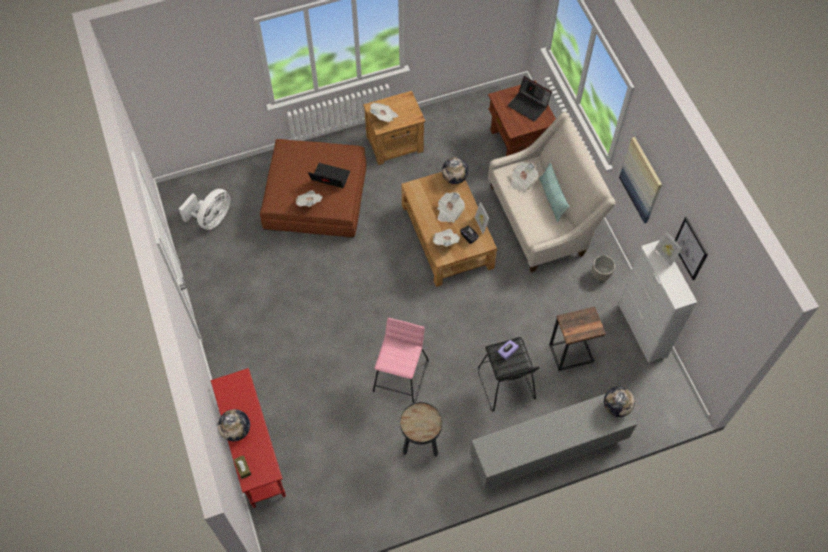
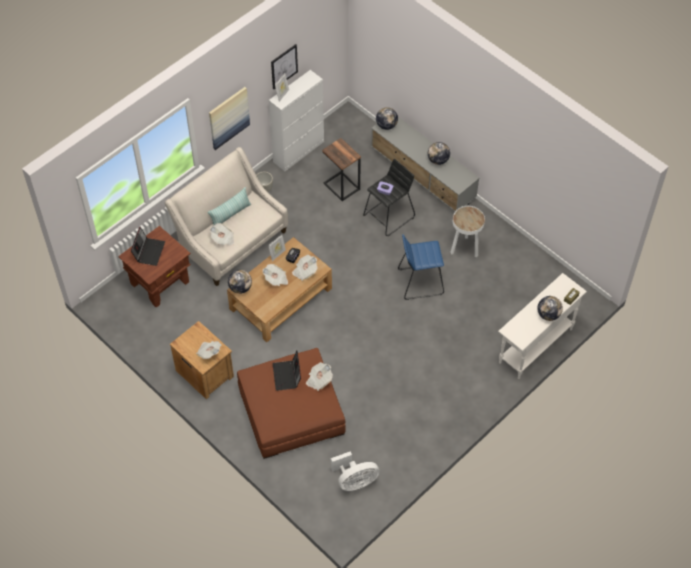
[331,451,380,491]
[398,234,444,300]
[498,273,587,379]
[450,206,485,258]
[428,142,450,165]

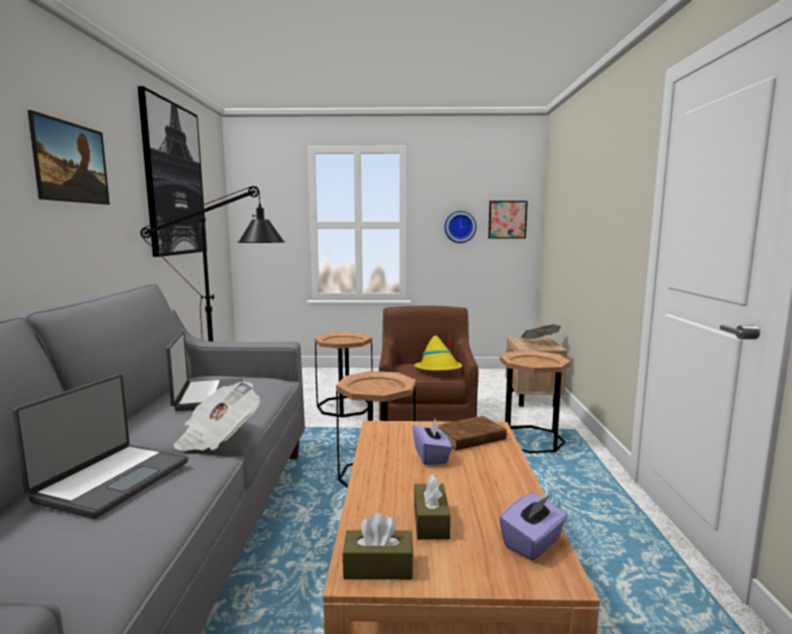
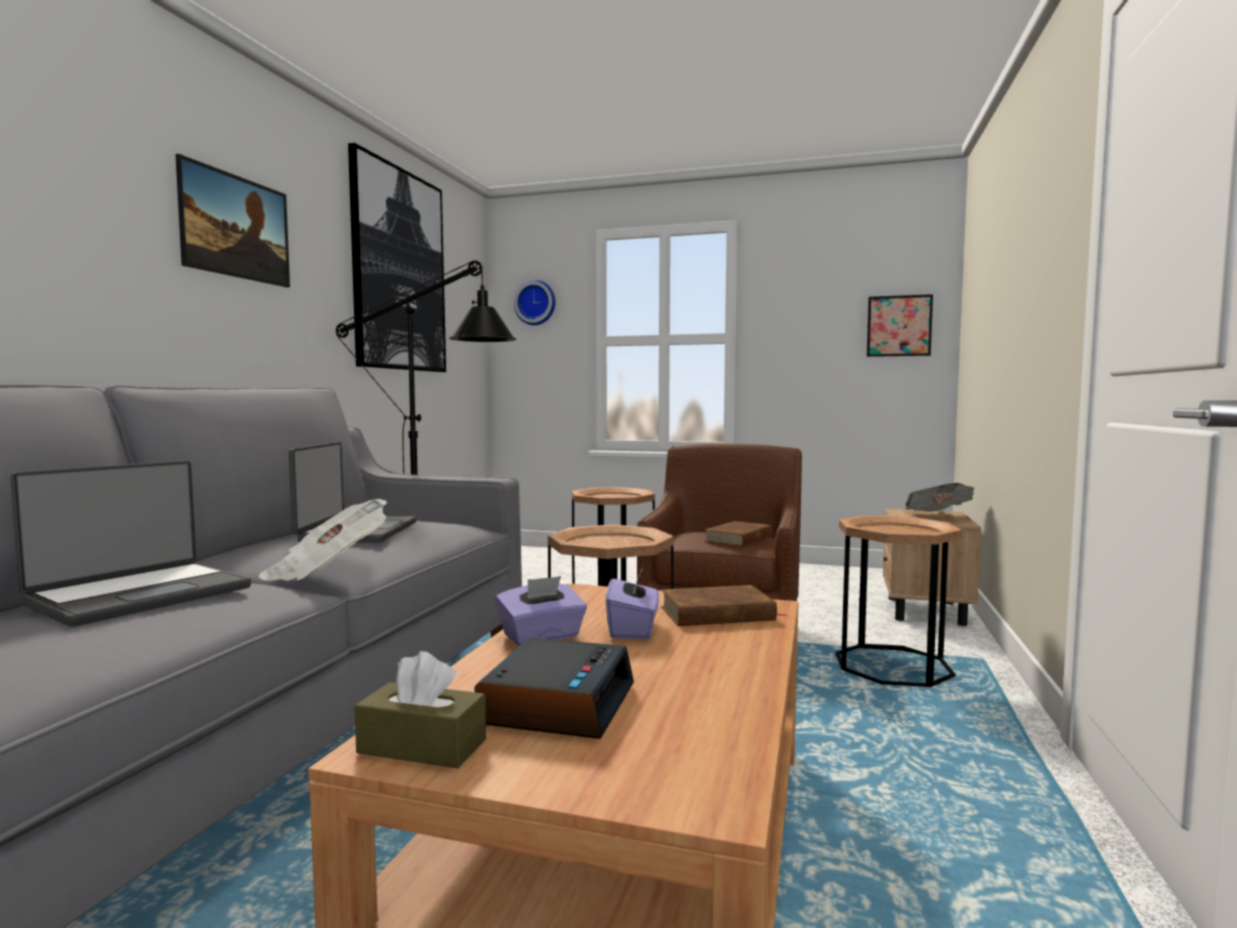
[514,280,555,325]
[704,521,772,547]
[474,638,634,739]
[496,576,587,646]

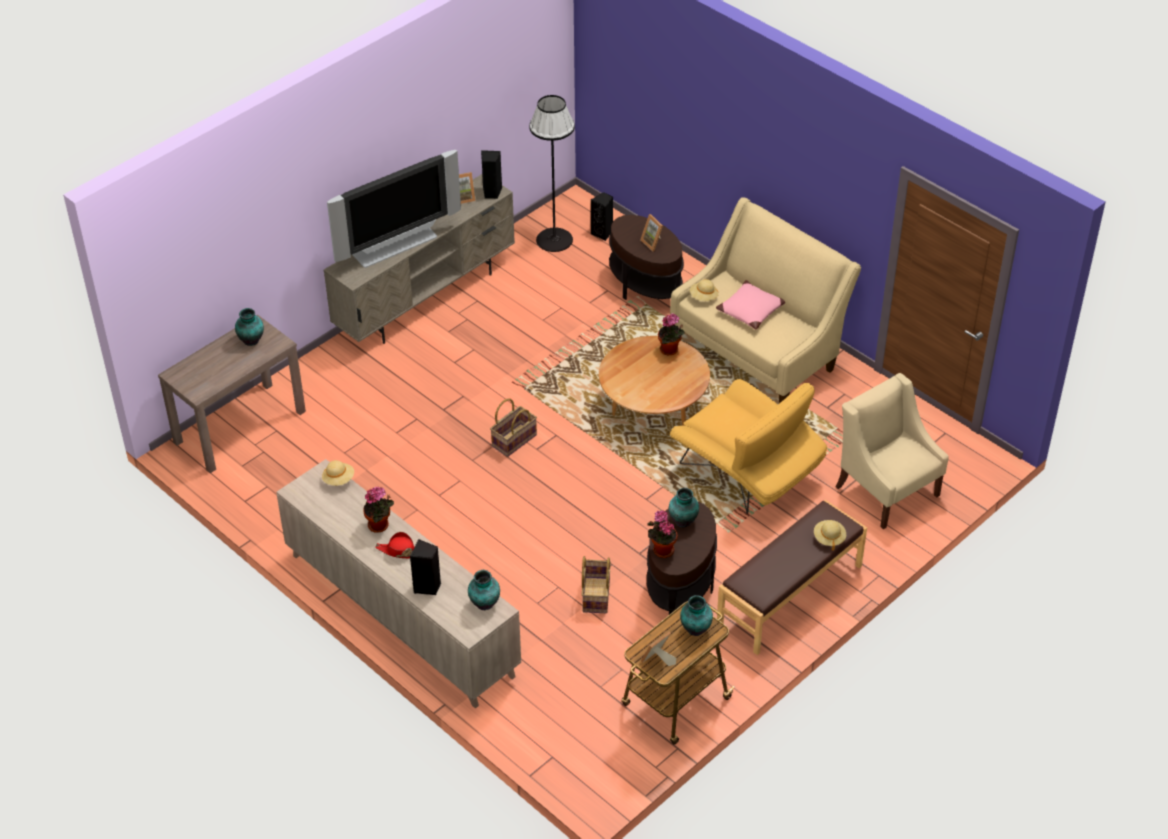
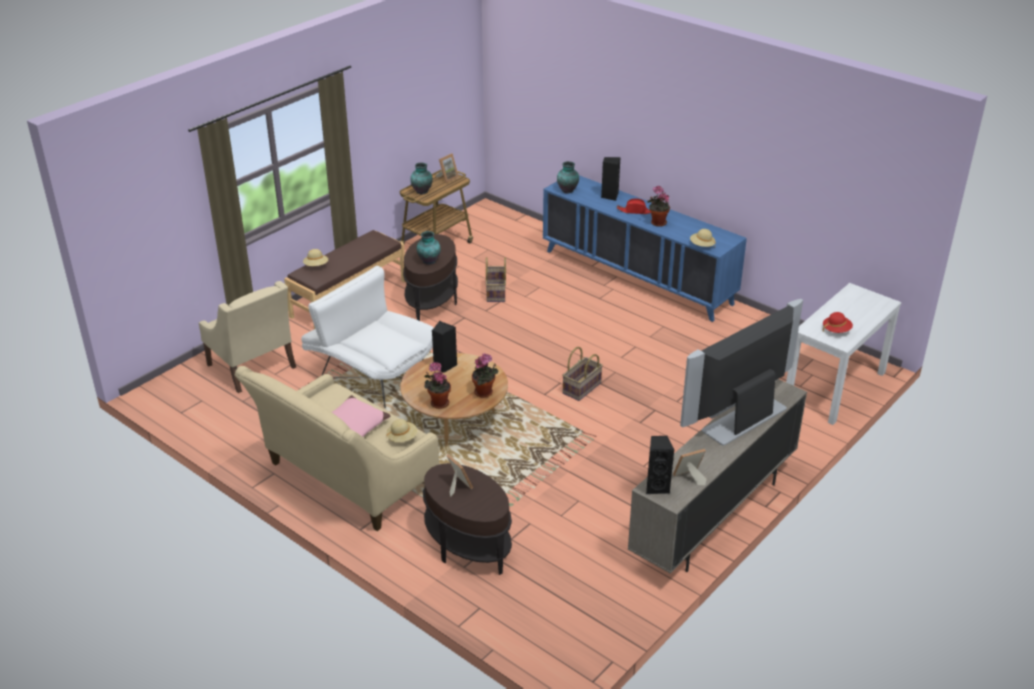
[529,95,575,252] (first image)
[432,321,457,373]
[823,312,853,333]
[786,283,902,425]
[301,266,434,408]
[543,175,747,322]
[472,353,498,398]

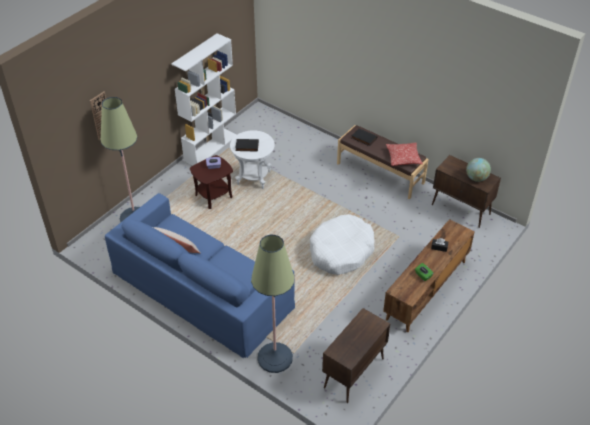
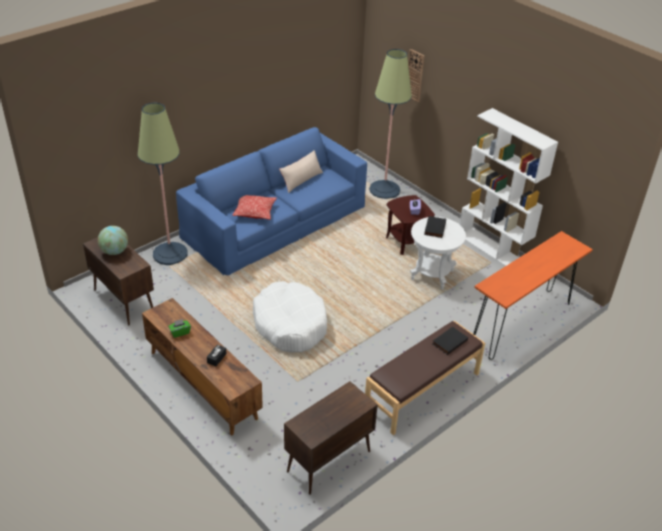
[232,195,277,220]
[98,226,128,255]
[474,231,593,360]

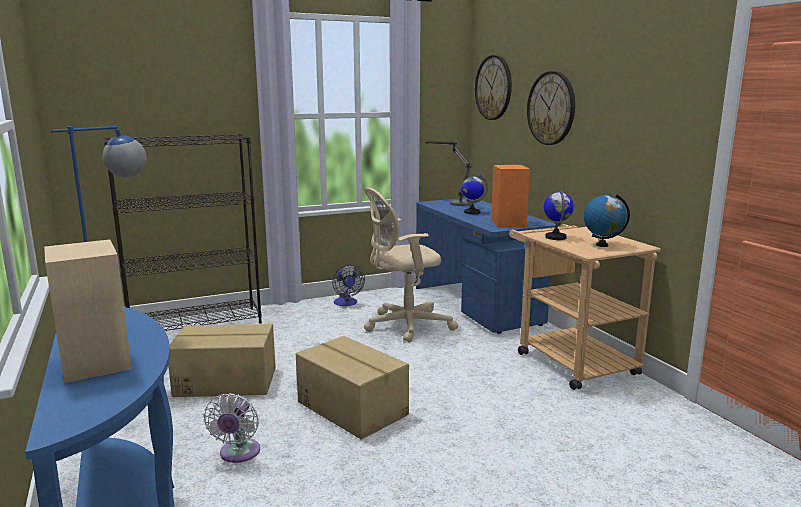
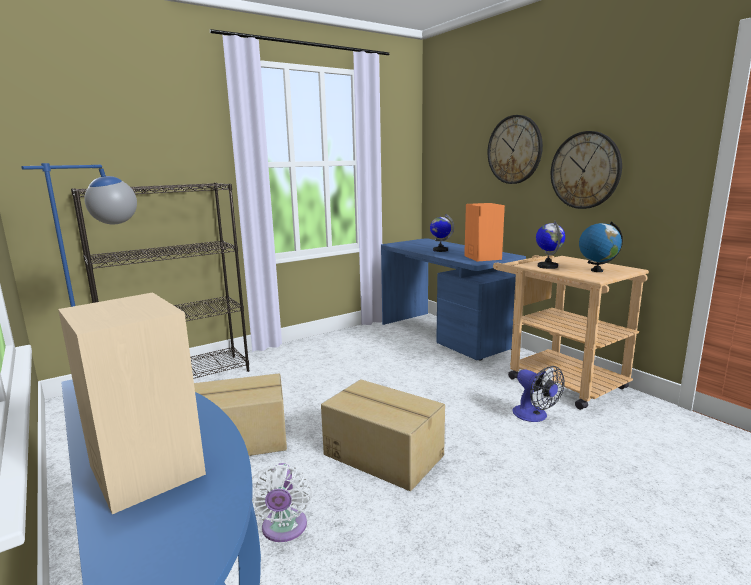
[551,131,622,209]
[425,141,472,206] (first image)
[364,188,458,342] (first image)
[512,366,565,422]

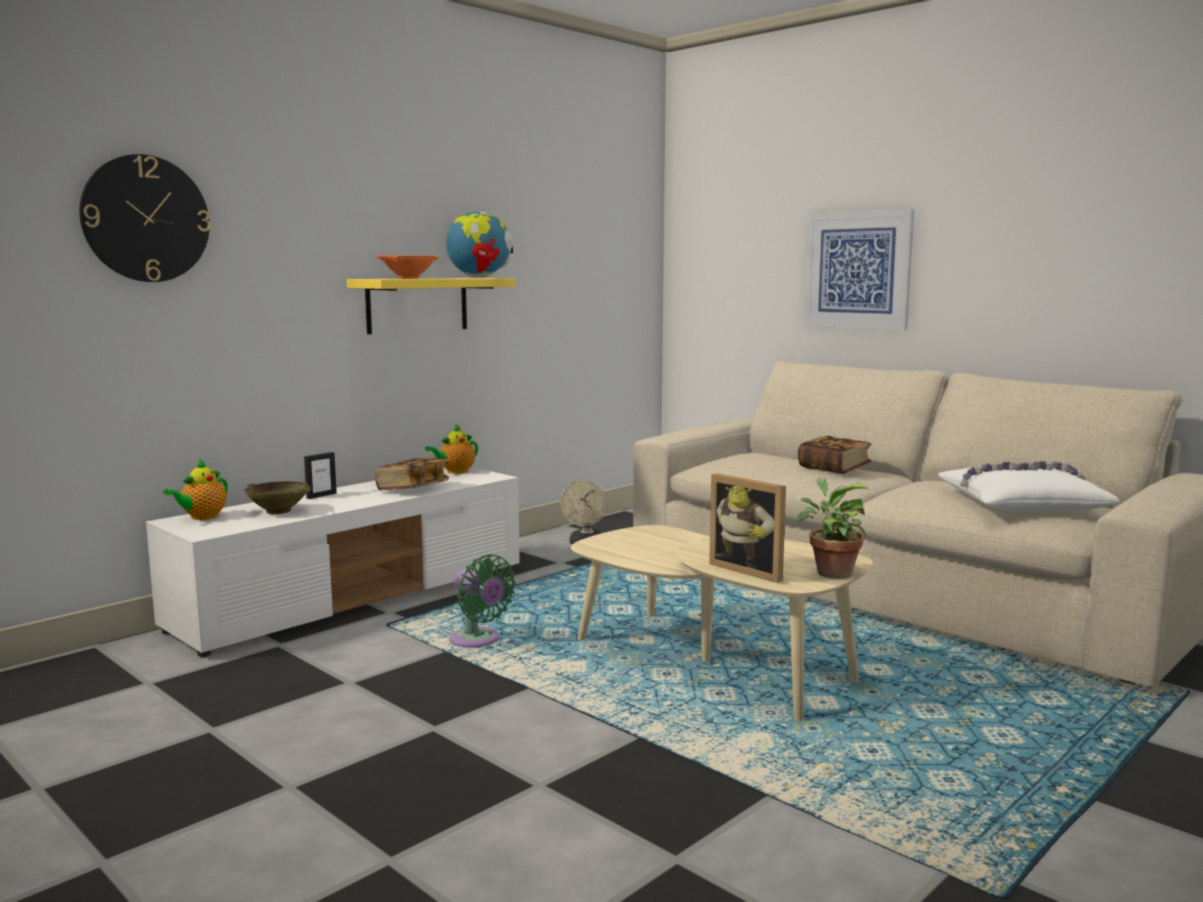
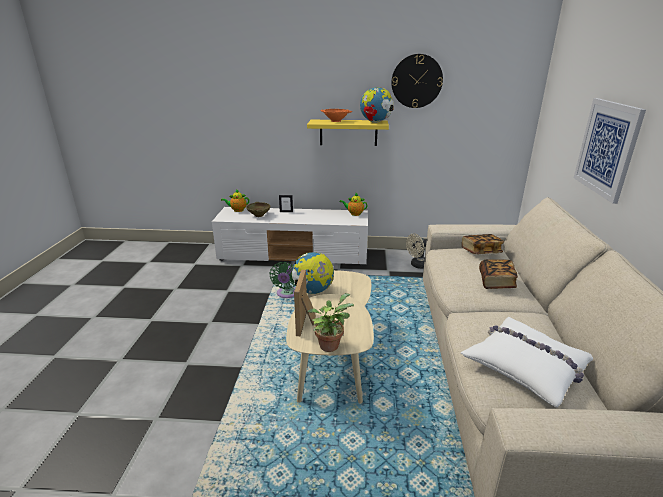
[391,54,443,108]
[462,234,504,254]
[292,252,334,294]

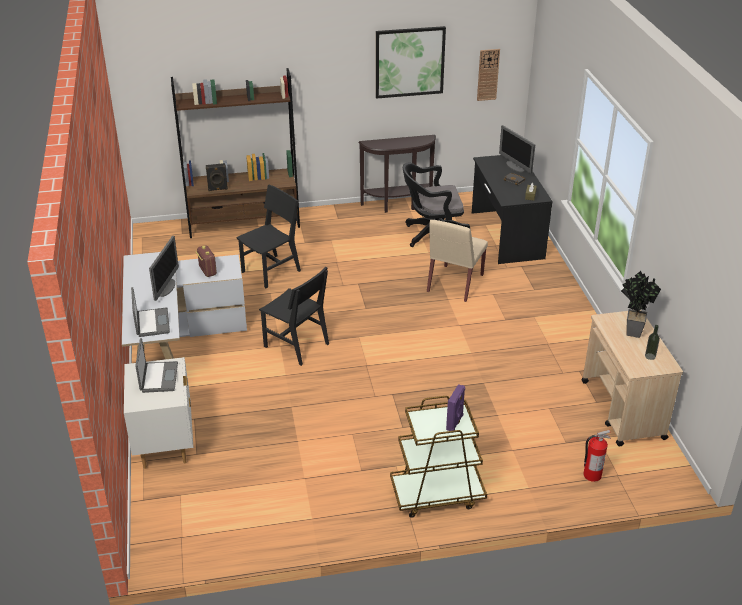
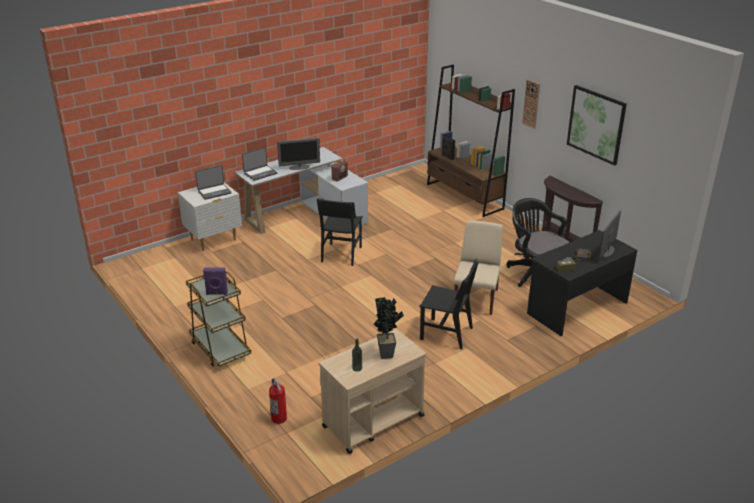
[522,79,540,129]
[419,259,479,349]
[454,220,503,315]

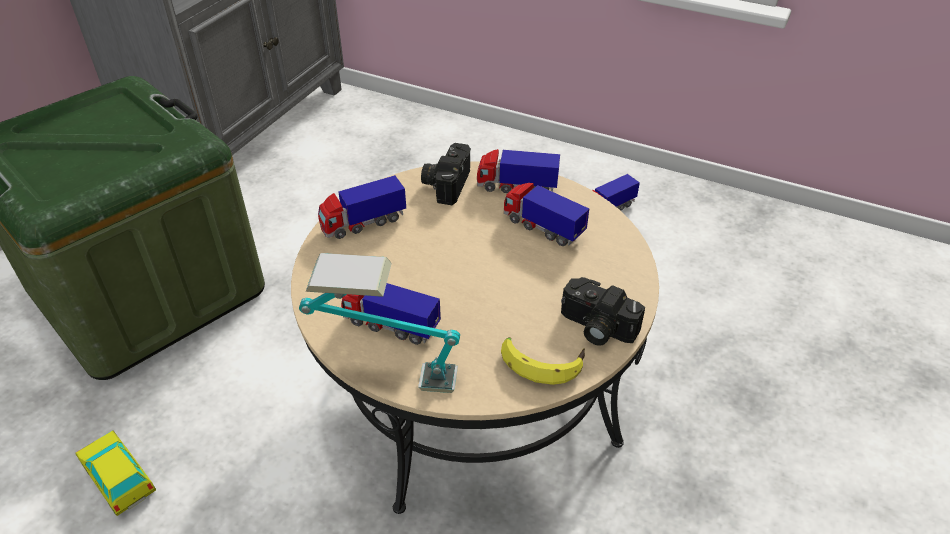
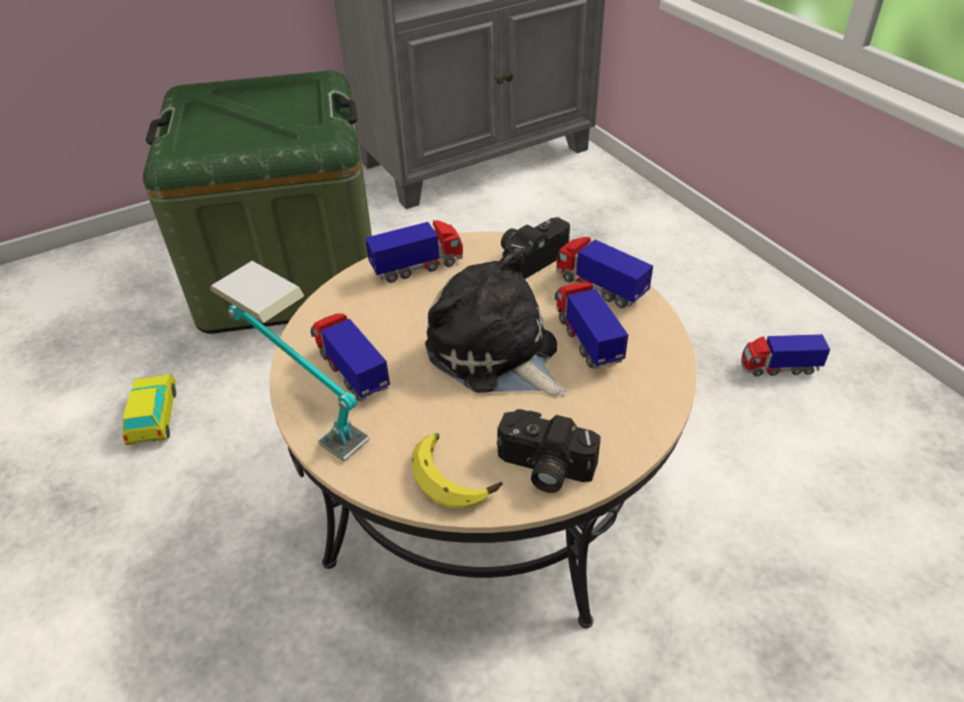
[365,220,463,283]
[497,409,601,493]
[425,247,567,397]

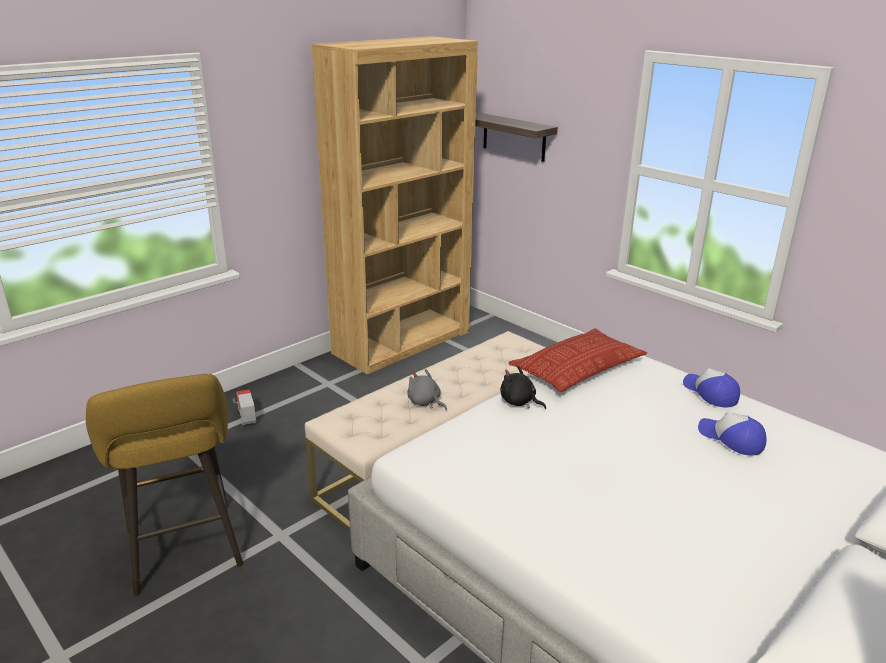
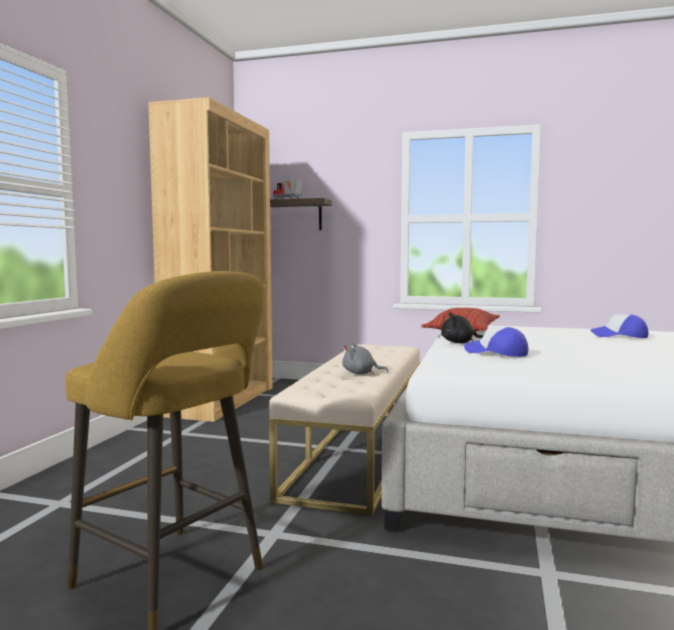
[464,327,529,357]
[273,180,302,199]

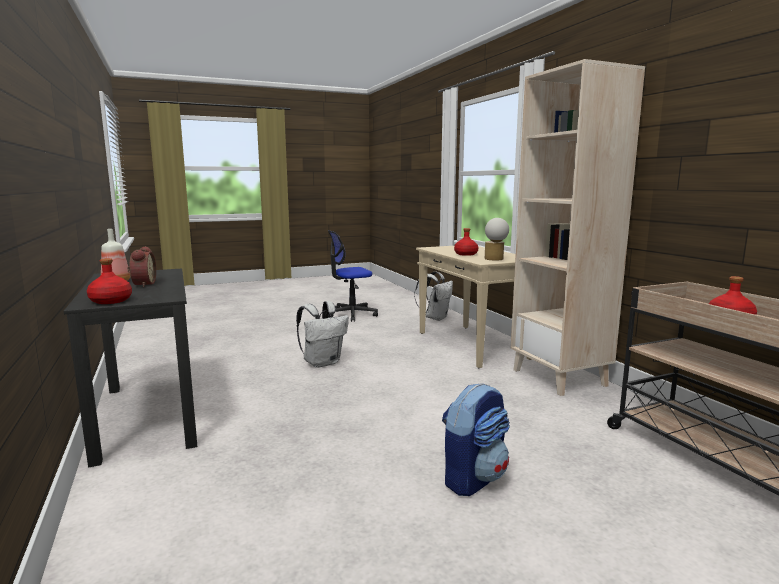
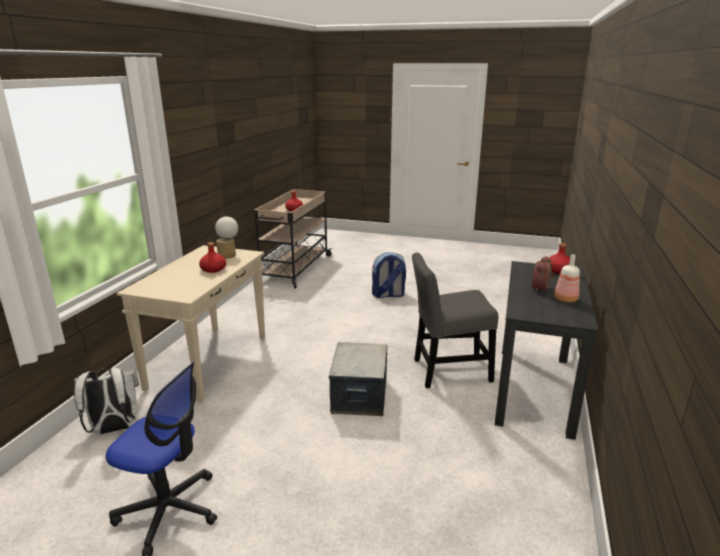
[511,59,645,396] (first image)
[329,342,388,416]
[412,252,498,388]

